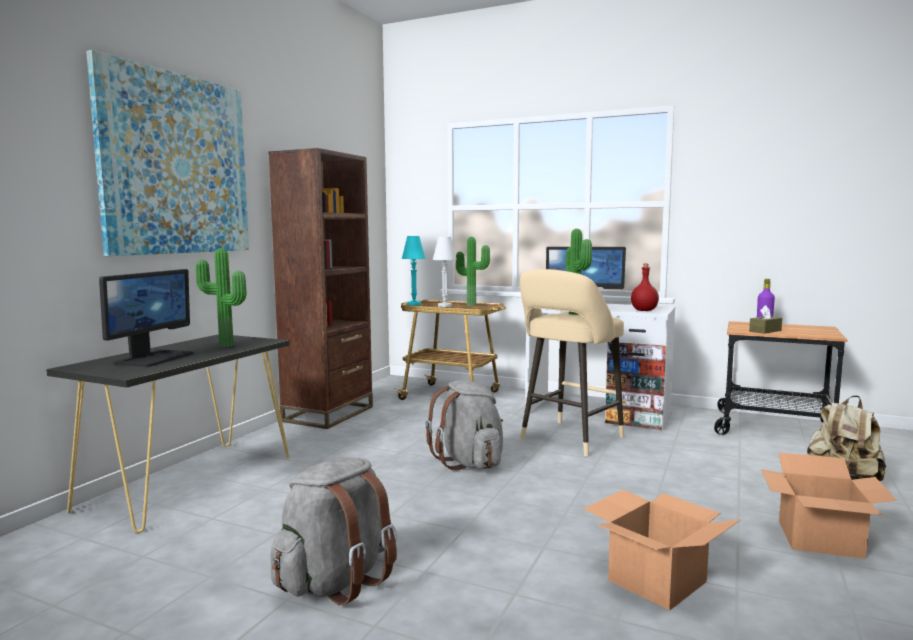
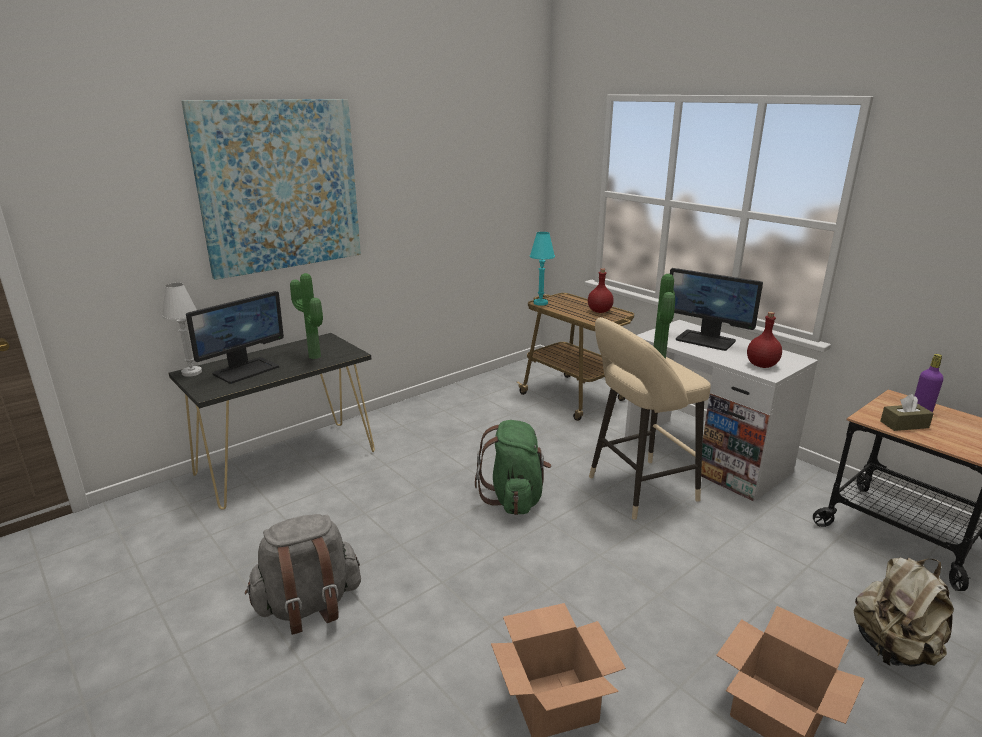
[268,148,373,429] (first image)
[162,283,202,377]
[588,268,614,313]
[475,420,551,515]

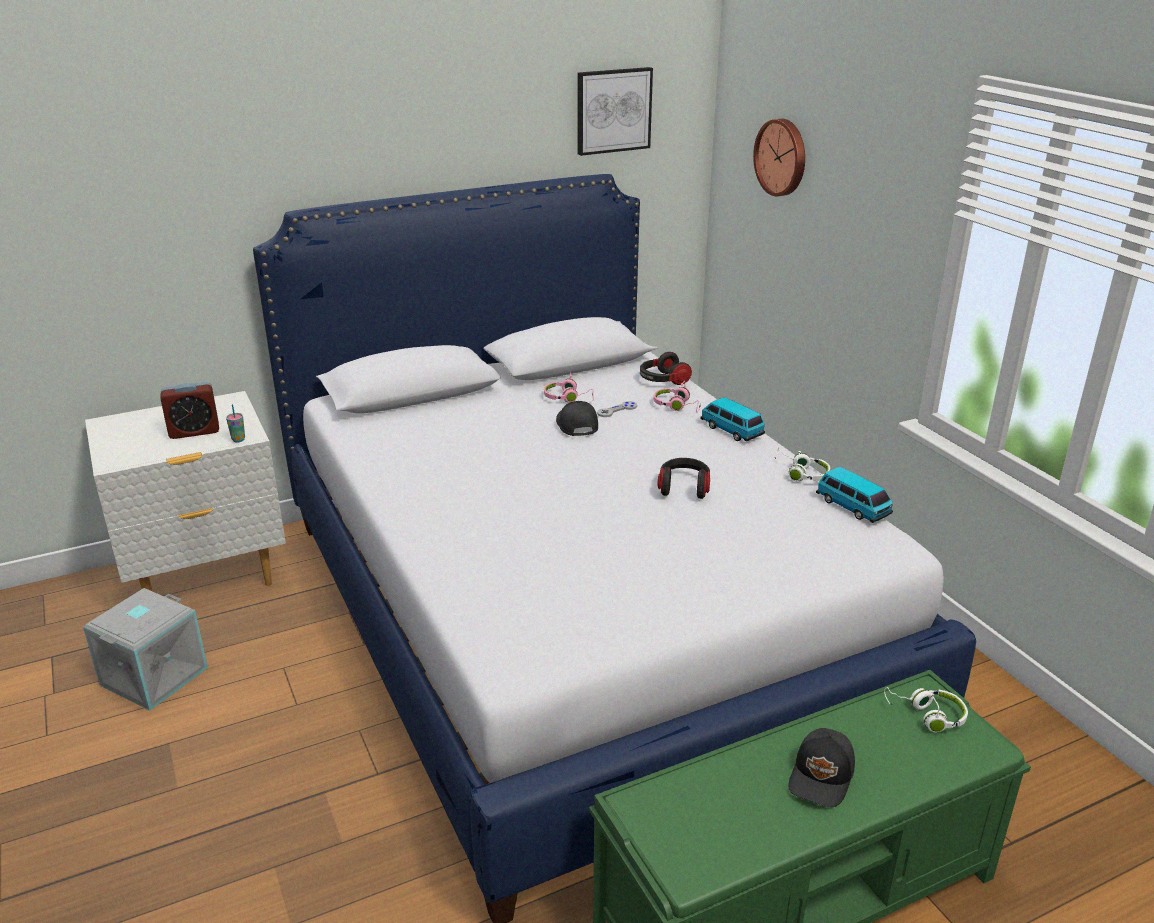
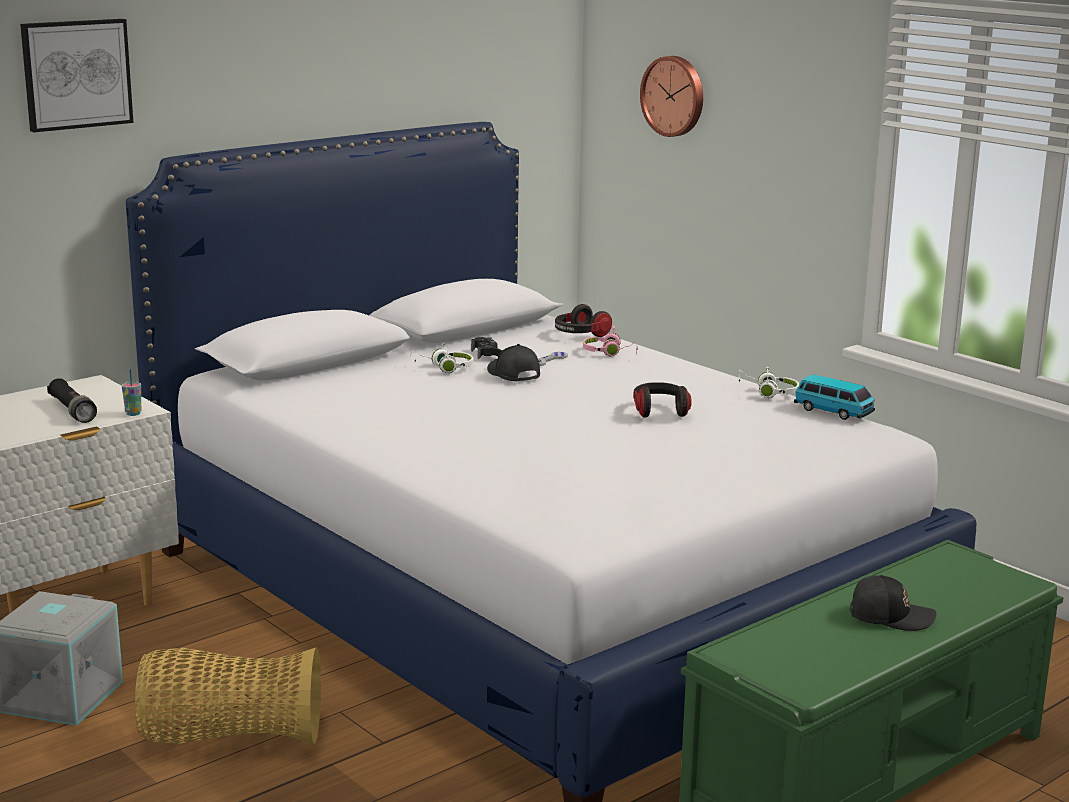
[20,19,133,132]
[471,337,503,359]
[47,378,97,423]
[700,397,765,441] (first image)
[411,344,474,373]
[850,575,936,631]
[135,647,321,744]

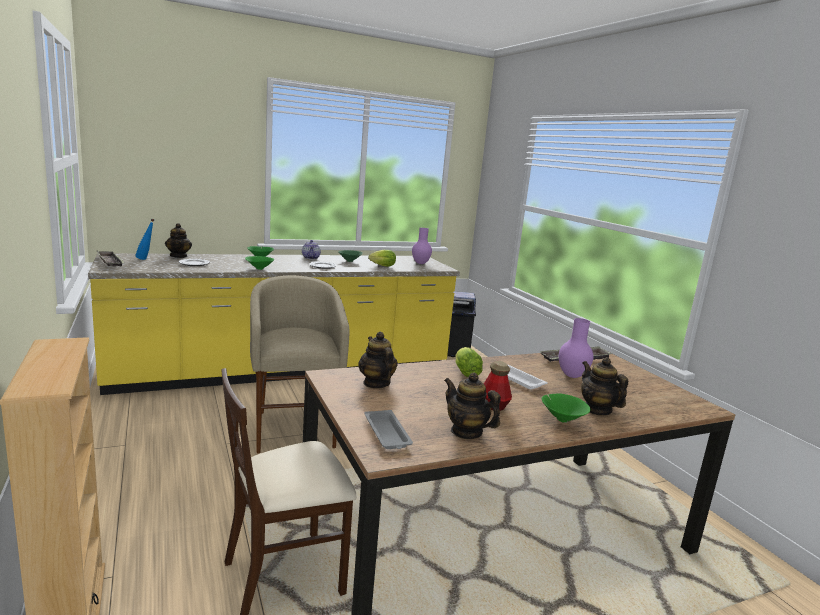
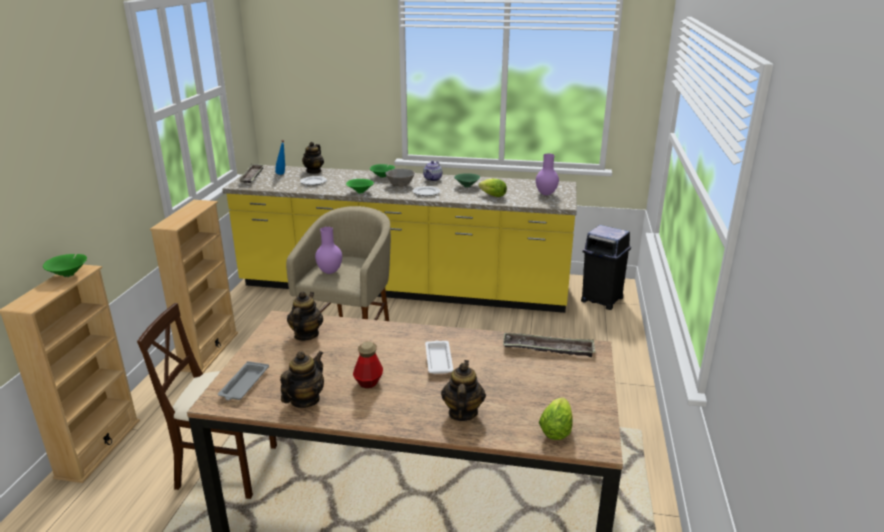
[315,227,342,274]
[539,397,573,440]
[280,351,324,408]
[43,254,87,277]
[385,169,415,187]
[150,200,238,373]

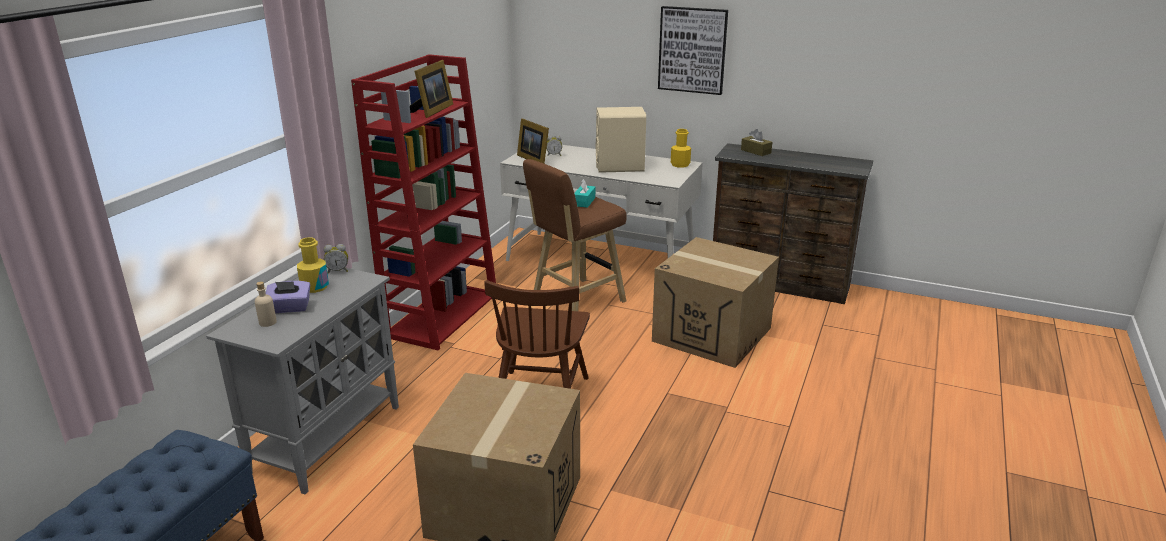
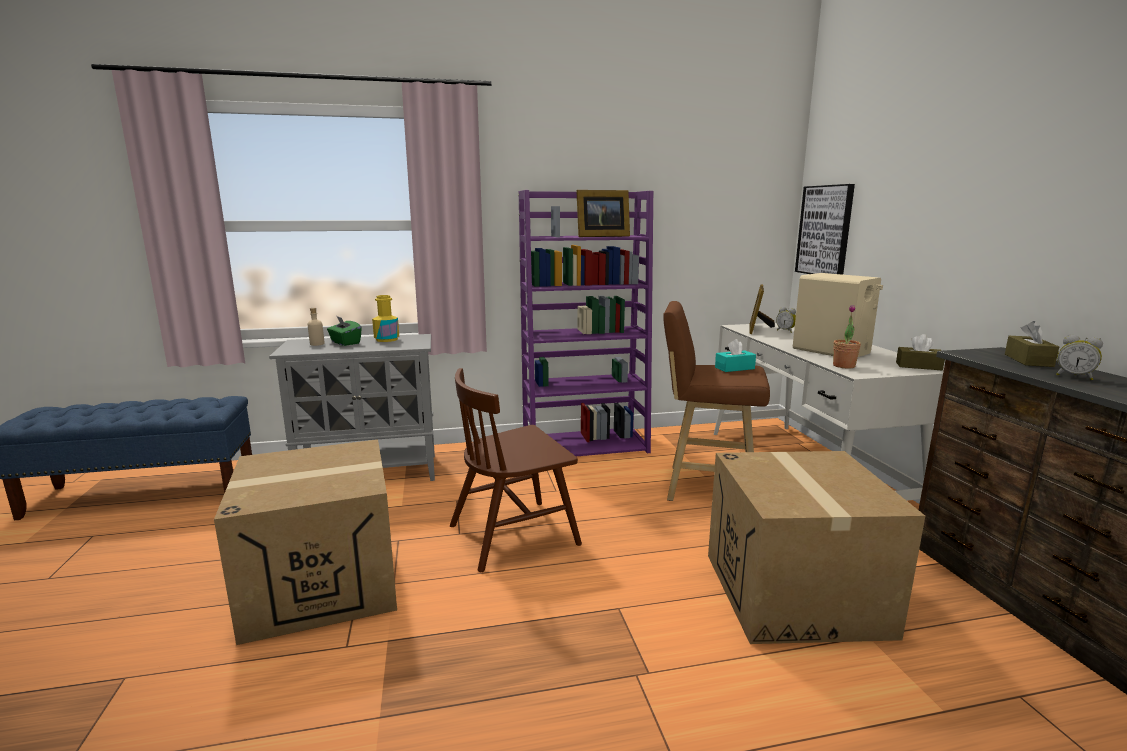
[795,184,855,275]
[518,190,653,456]
[896,334,945,370]
[1056,334,1103,380]
[327,316,362,346]
[833,305,861,369]

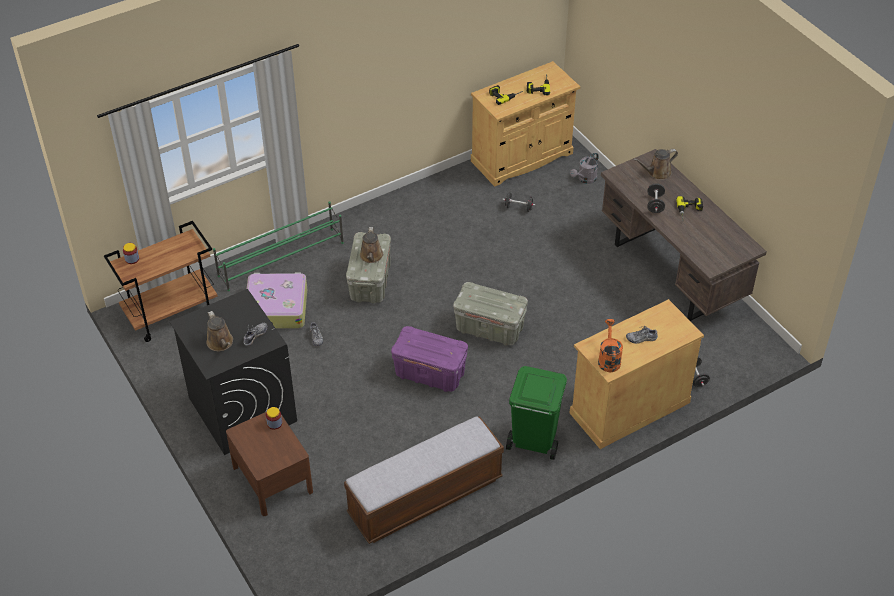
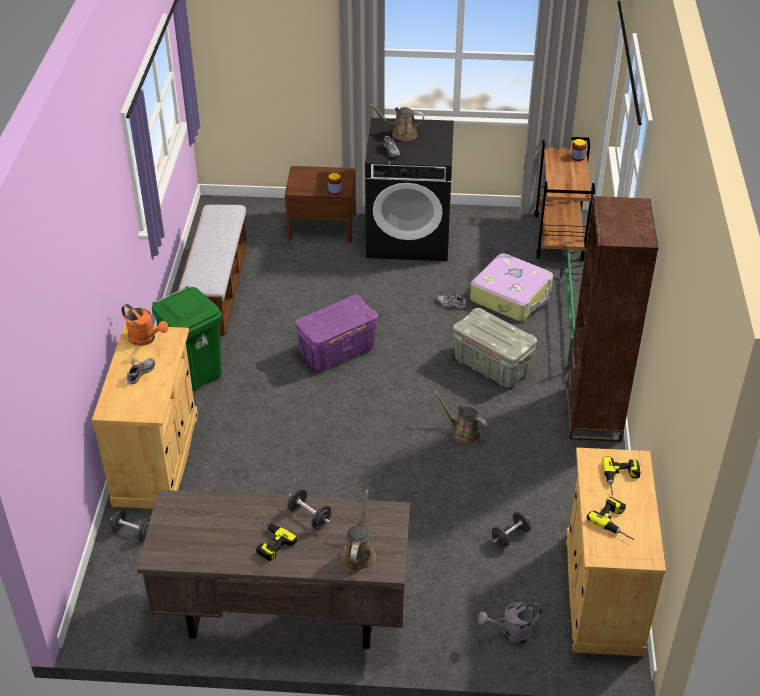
[478,602,542,644]
[434,391,487,445]
[453,282,528,345] (first image)
[566,196,659,442]

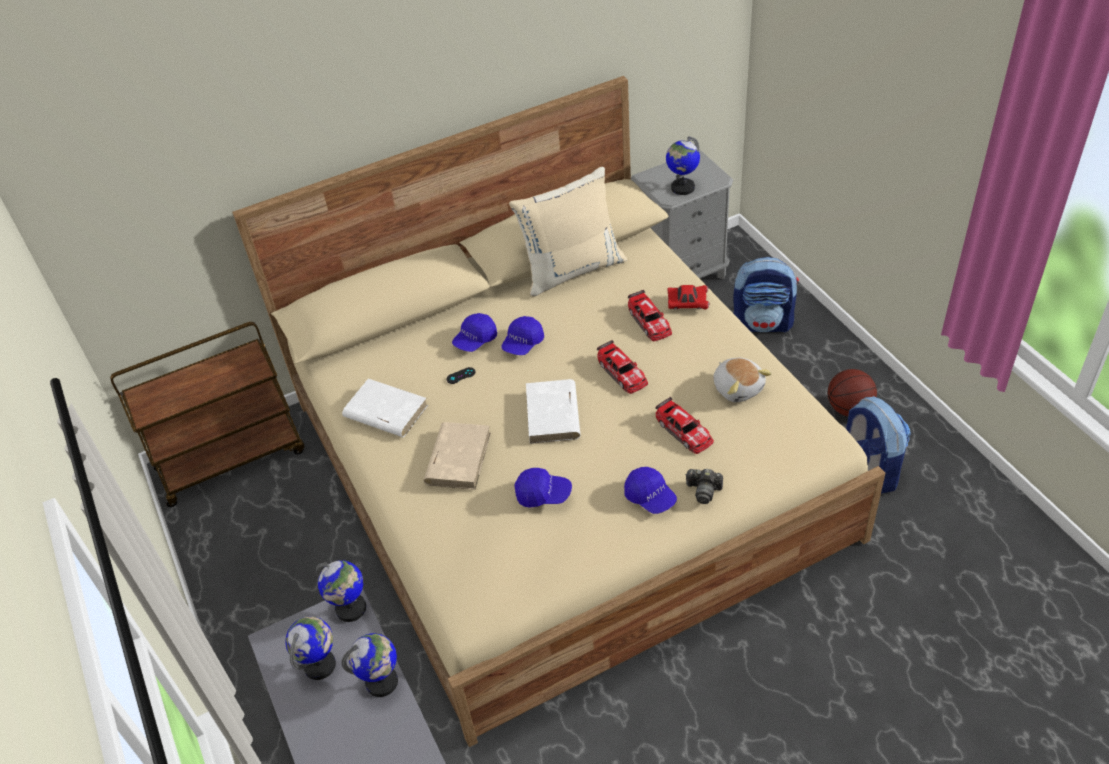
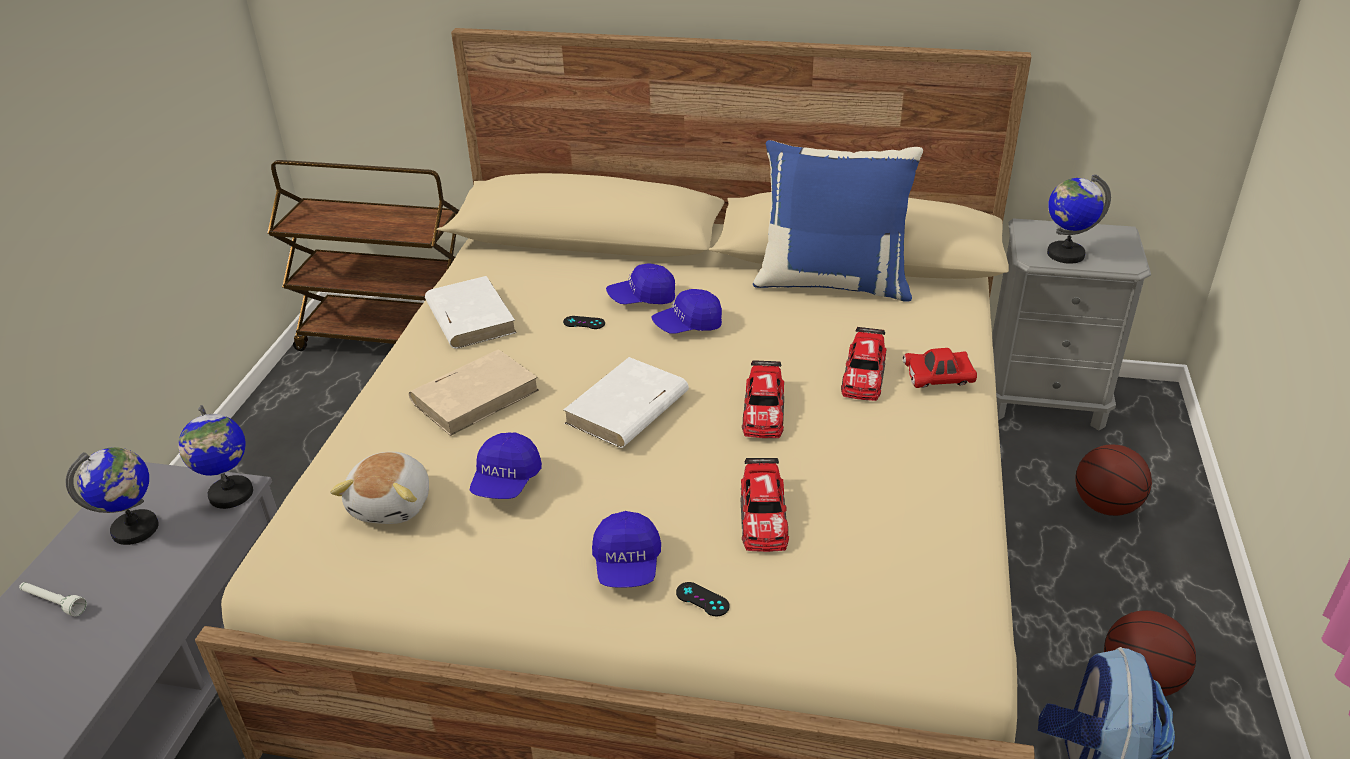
[753,140,923,302]
[1075,445,1152,516]
[902,348,977,388]
[330,452,429,524]
[470,432,542,499]
[676,582,730,617]
[341,633,398,697] (first image)
[19,582,87,616]

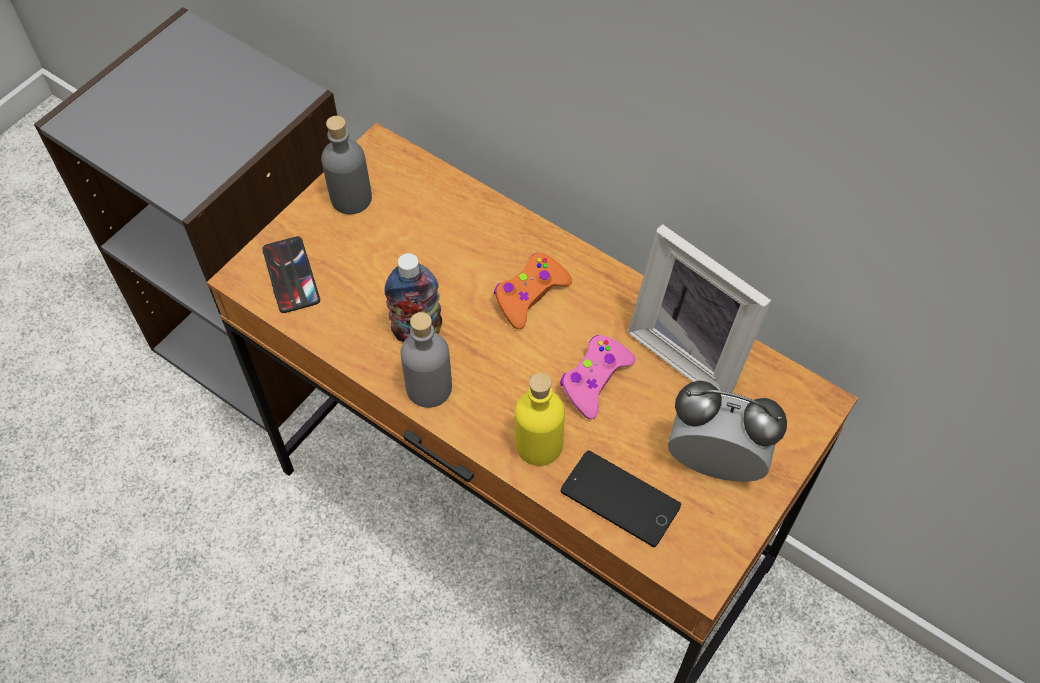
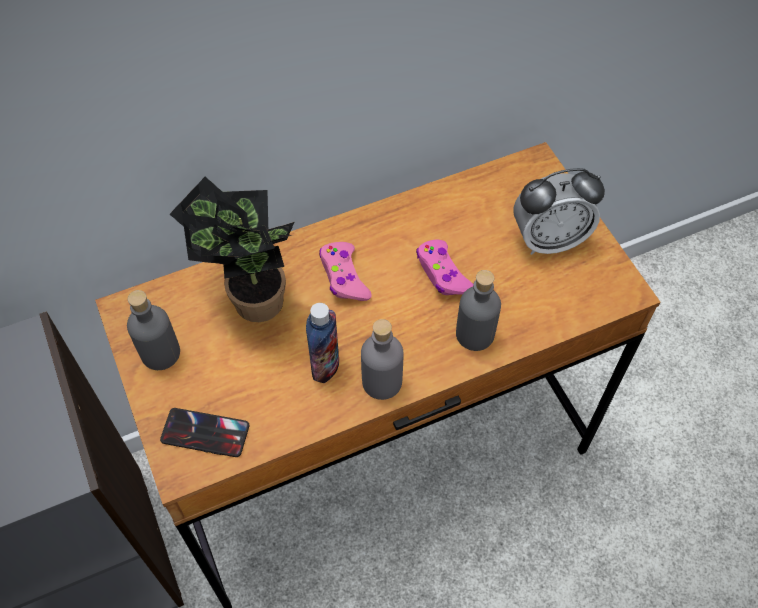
[628,224,771,393] (first image)
[319,242,372,301]
[456,270,501,351]
[513,168,605,255]
[561,451,681,547] (first image)
[170,177,294,322]

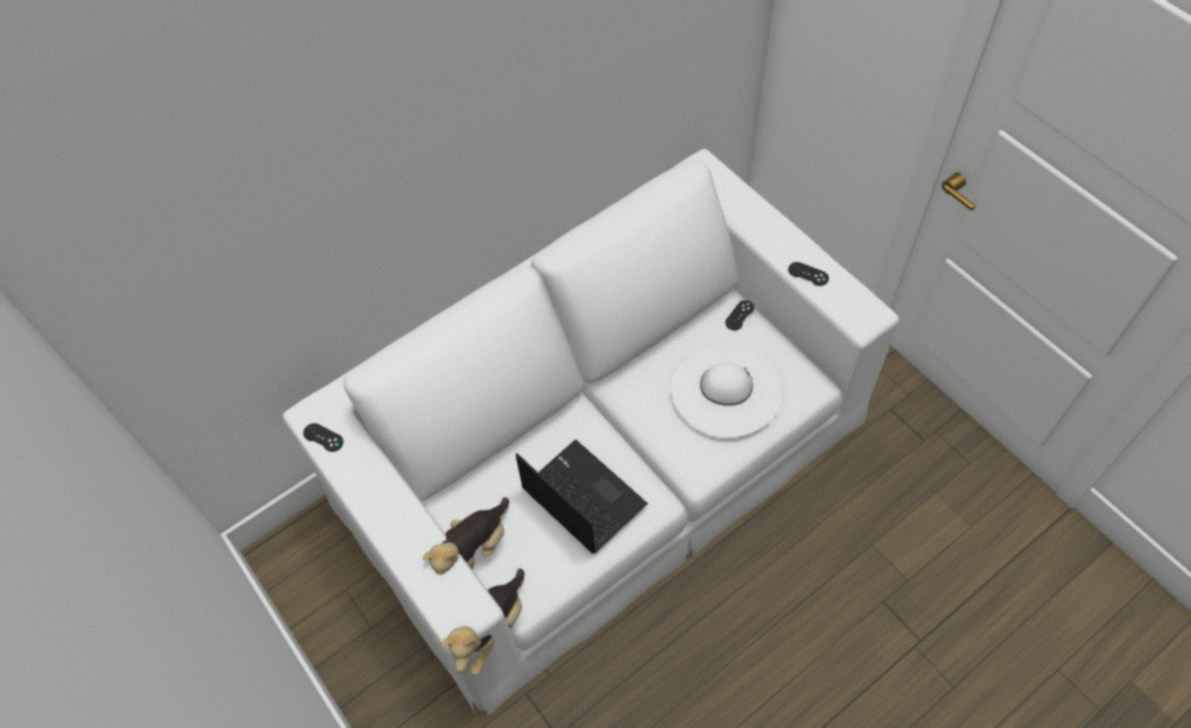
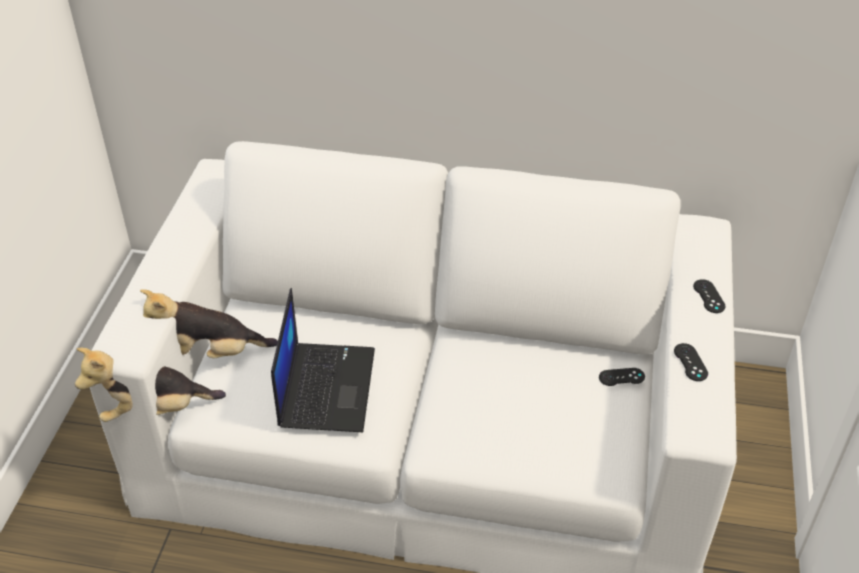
[670,342,783,438] (first image)
[693,279,725,313]

